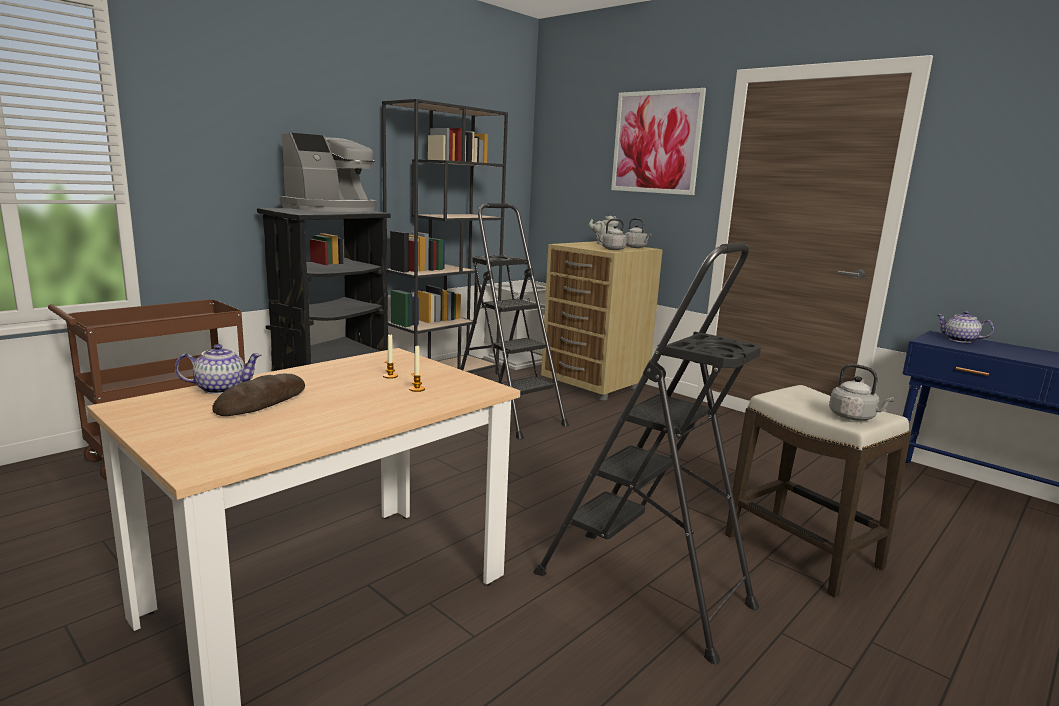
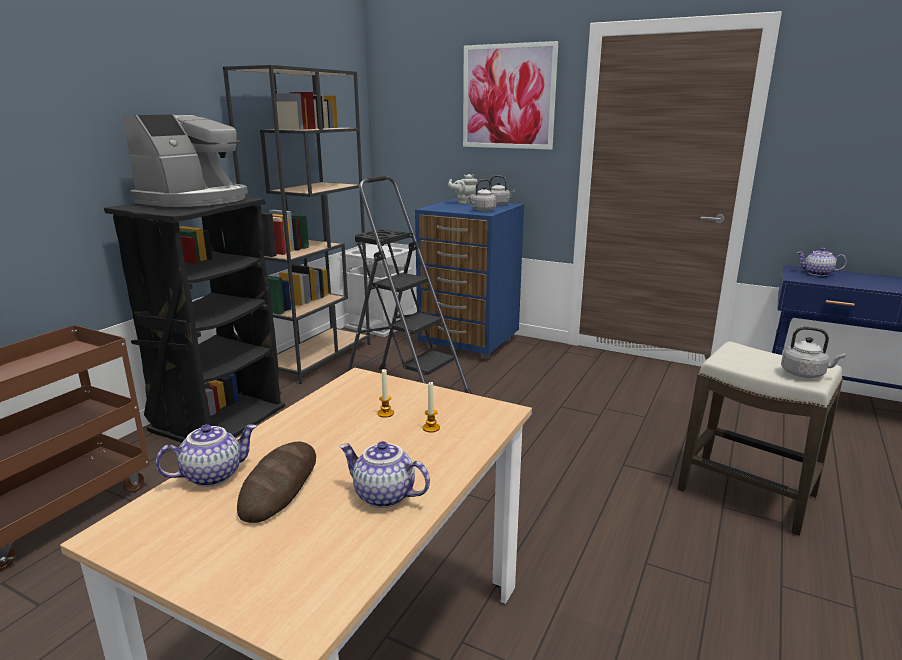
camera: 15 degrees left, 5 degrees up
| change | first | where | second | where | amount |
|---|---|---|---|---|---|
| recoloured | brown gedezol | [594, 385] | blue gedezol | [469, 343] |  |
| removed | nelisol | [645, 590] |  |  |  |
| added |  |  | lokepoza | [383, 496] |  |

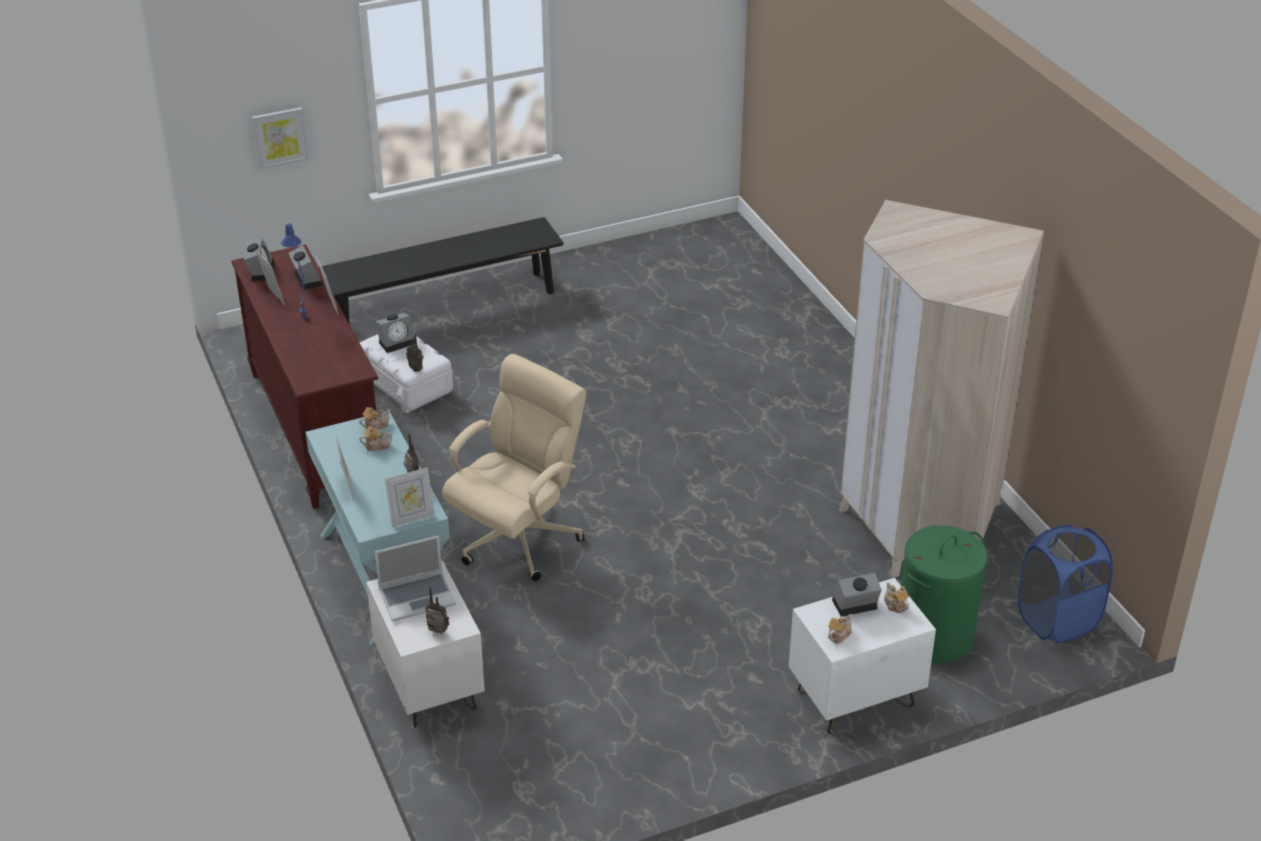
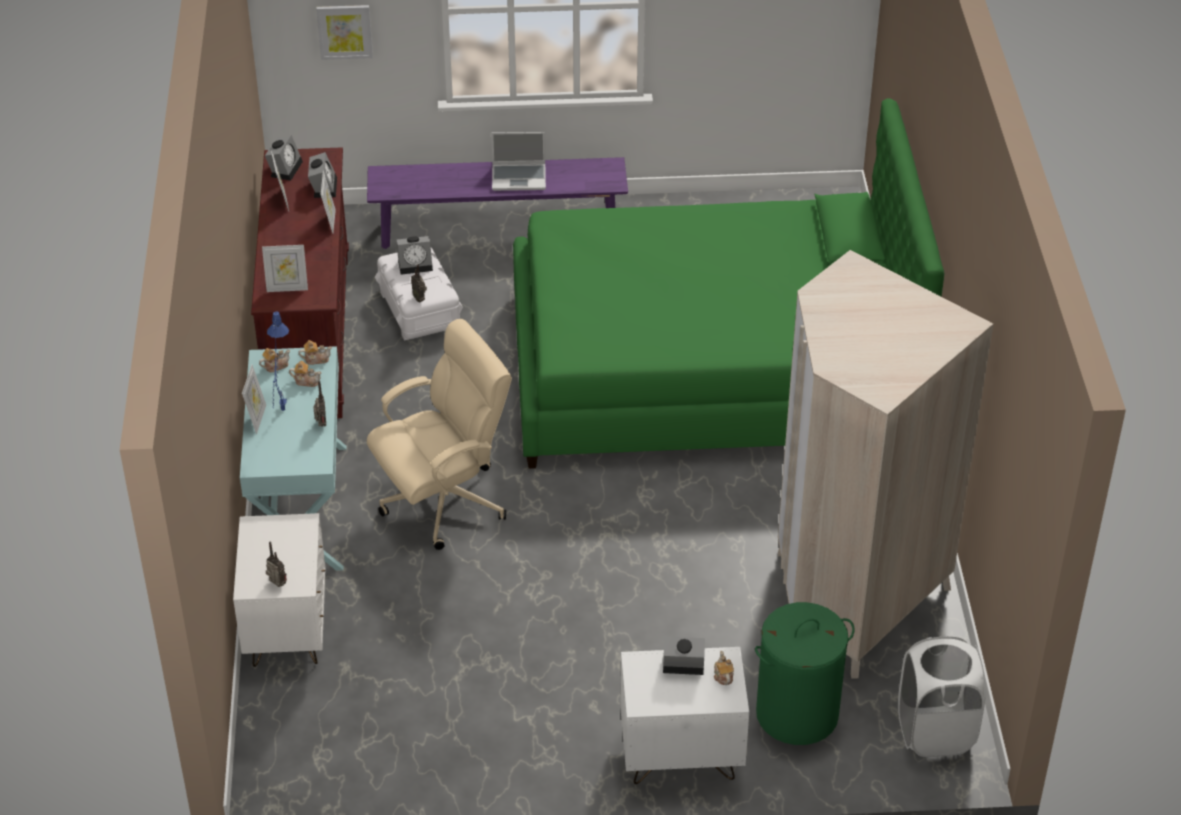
camera: 20 degrees right, 5 degrees up
| change | first | where | second | where | amount |
|---|---|---|---|---|---|
| recoloured | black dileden | [444, 306] | purple dileden | [499, 230] |  |
| moved | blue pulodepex | [305, 321] |  | [282, 414] |  |
| moved | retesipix | [411, 518] |  | [287, 288] |  |
| recoloured | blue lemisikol | [1057, 620] | white lemisikol | [935, 732] |  |
| moved | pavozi | [418, 597] |  | [519, 178] |  |
| moved | lokepoza | [838, 635] |  | [275, 366] |  |
| added |  |  | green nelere | [711, 370] |  |

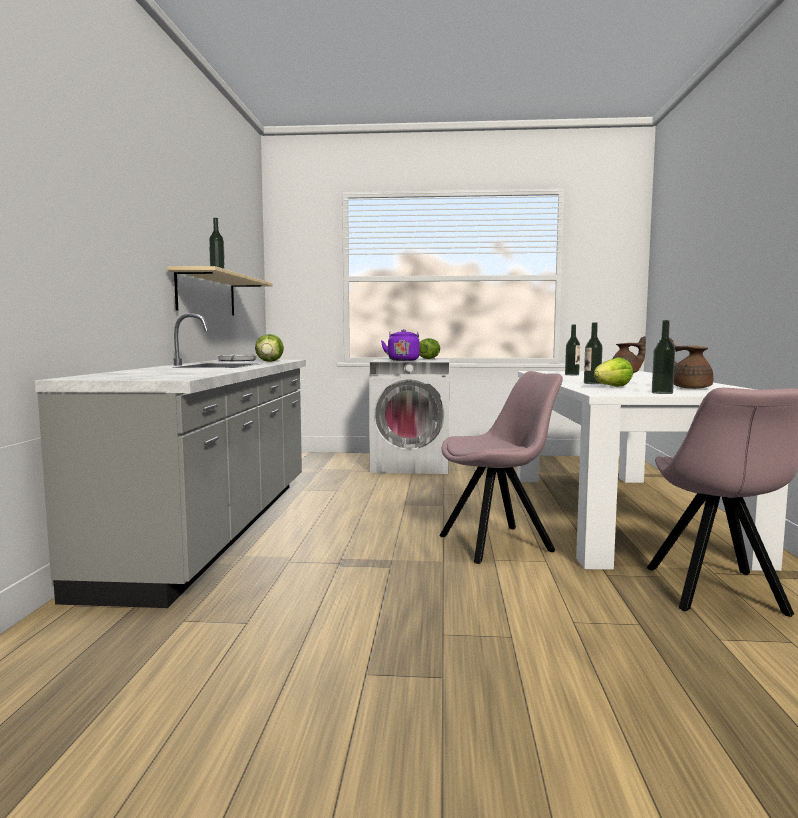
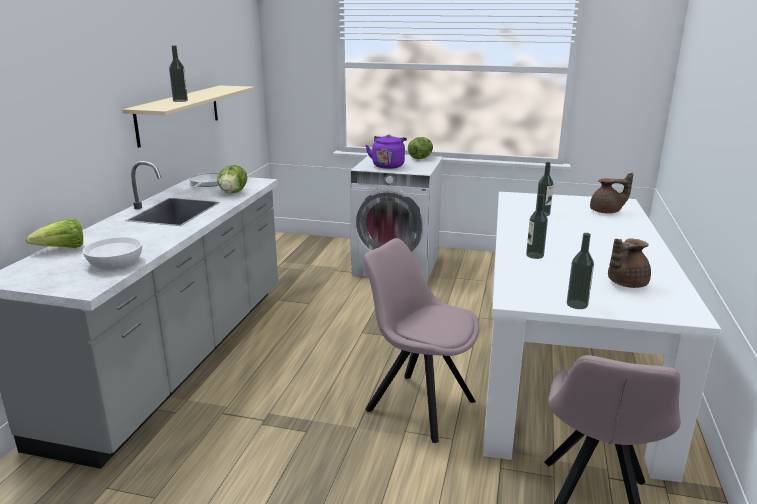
camera: 10 degrees right, 15 degrees up
| change | first | where | second | where | amount |
|---|---|---|---|---|---|
| turned | brown lokepoza | [689, 388] |  | [625, 283] | 90 degrees counterclockwise |
| moved | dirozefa | [611, 387] |  | [62, 249] |  |
| turned | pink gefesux | [497, 544] |  | [419, 405] | 135 degrees counterclockwise |
| added |  |  | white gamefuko | [116, 262] |  |

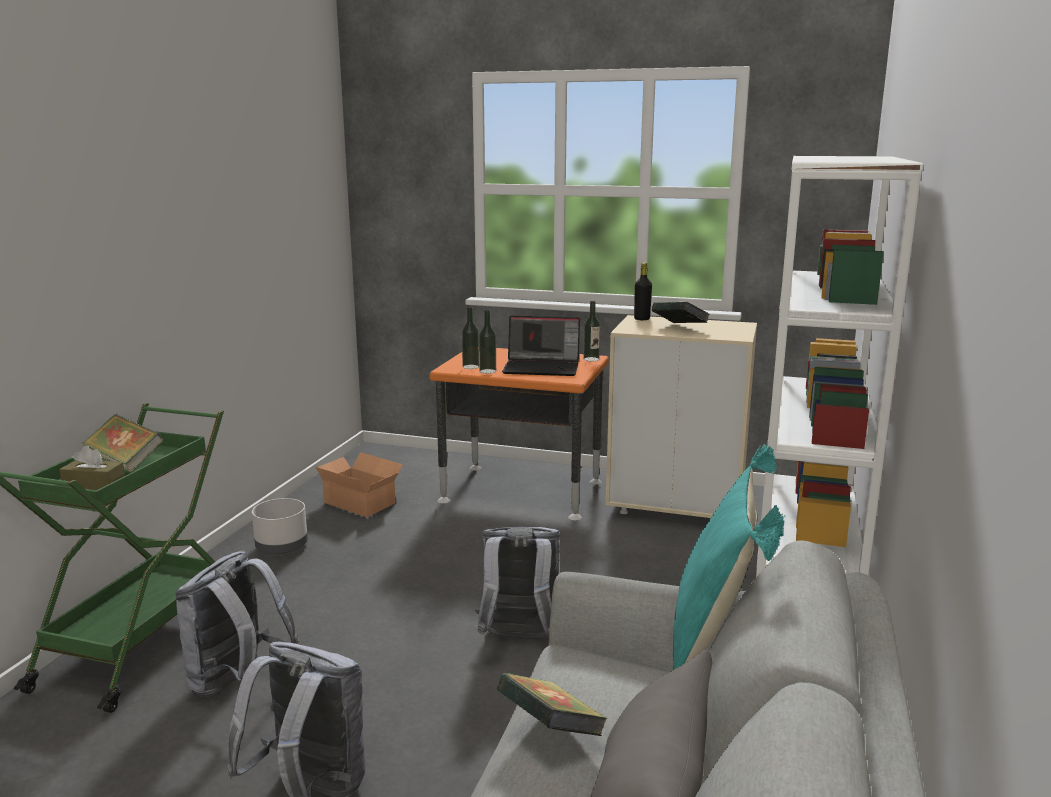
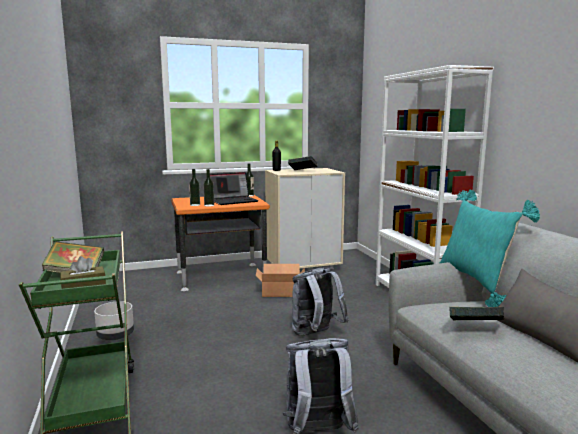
camera: 35 degrees left, 5 degrees down
| change | first | where | second | where | amount |
|---|---|---|---|---|---|
| moved | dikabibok | [360, 501] |  | [280, 291] |  |
| removed | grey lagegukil | [237, 682] |  |  |  |

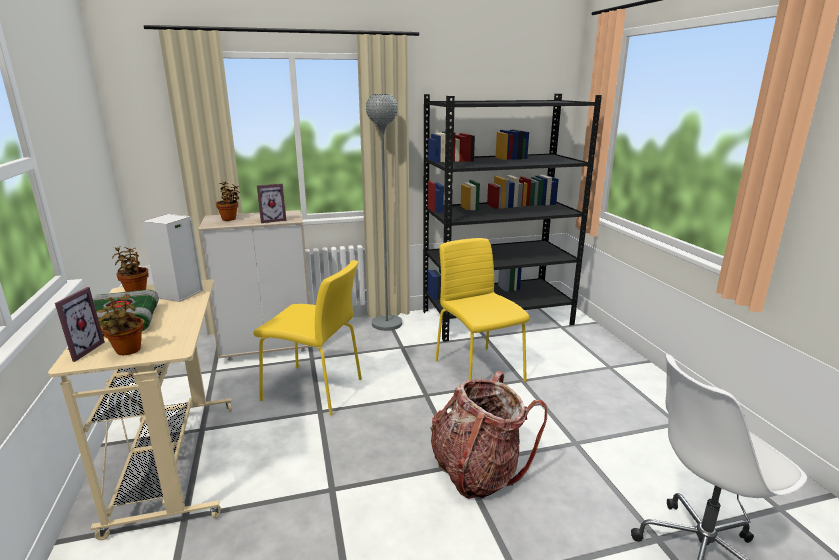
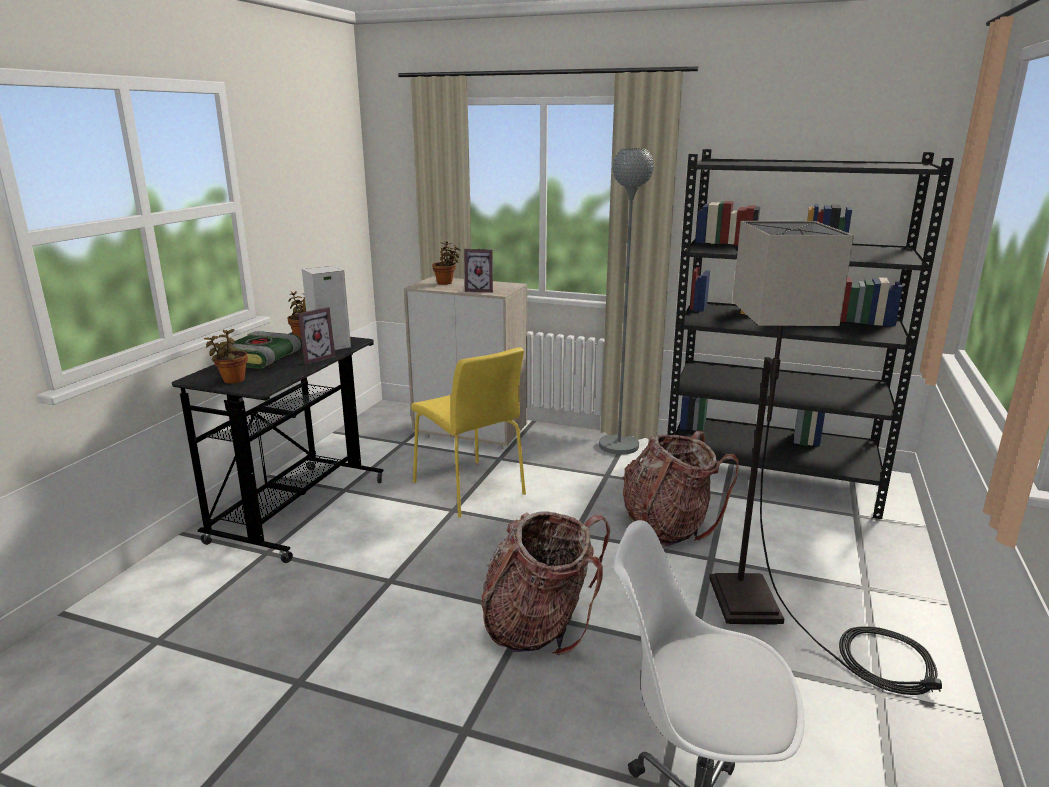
camera: 35 degrees right, 0 degrees up
| change | first | where | second | where | amount |
|---|---|---|---|---|---|
| replaced | yellow gefesux | [476, 369] | lagegukil | [668, 527] |  |
| recoloured | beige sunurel | [175, 464] | black sunurel | [299, 510] |  |
| moved | retesipix | [79, 351] |  | [315, 358] |  |
| added |  |  | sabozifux | [817, 633] |  |

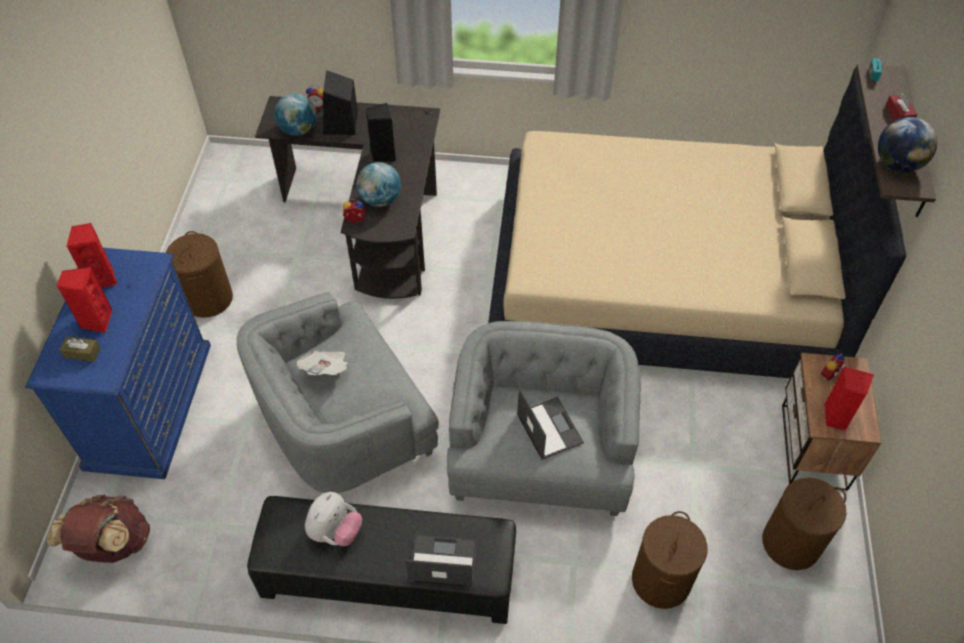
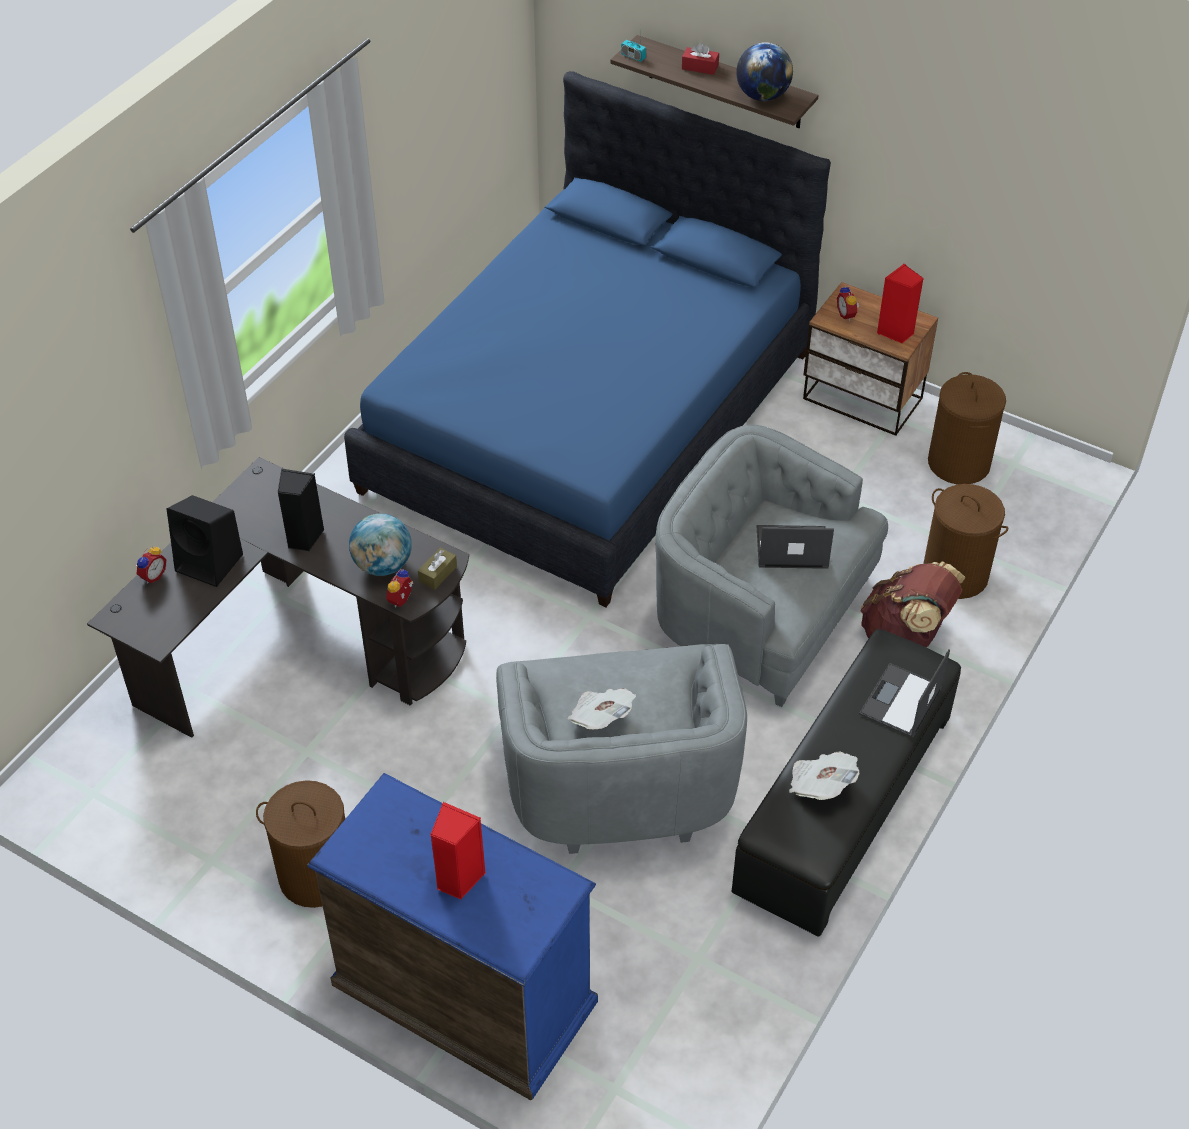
camera: 65 degrees left, 5 degrees down
| change | first | where | second | where | amount |
|---|---|---|---|---|---|
| recoloured | beige nelere | [661, 284] | blue nelere | [590, 421] |  |
| removed | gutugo | [298, 130] |  |  |  |
| removed | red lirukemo | [103, 278] |  |  |  |
| moved | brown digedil | [82, 353] |  | [438, 574] |  |
| replaced | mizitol | [335, 531] | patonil | [820, 785] |  |
| moved | brown lagegukil | [113, 545] |  | [905, 637] |  |

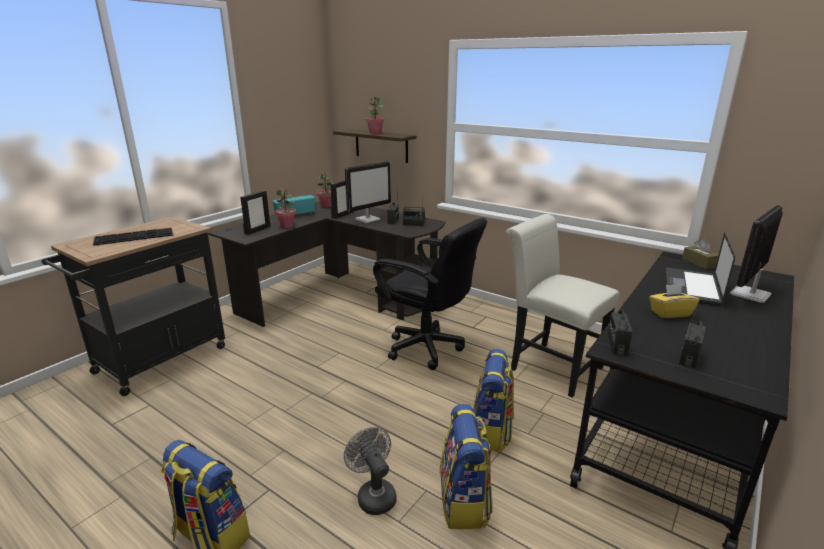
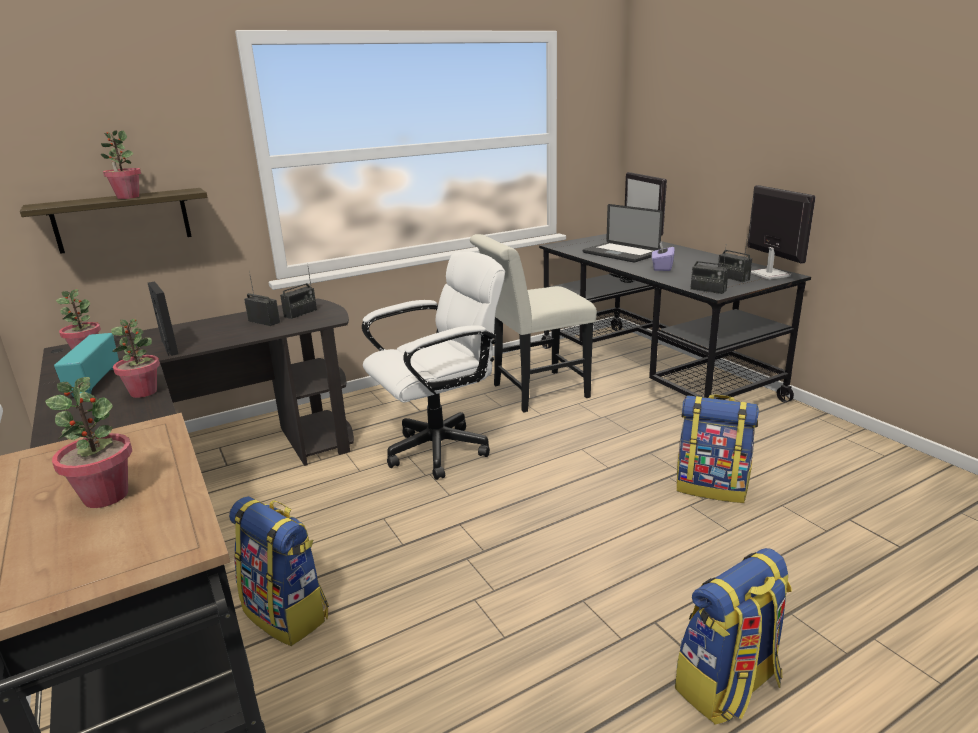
camera: 65 degrees left, 0 degrees up
| change | first | where | second | where | amount |
|---|---|---|---|---|---|
| moved | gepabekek | [368, 219] |  | [769, 274] |  |
| removed | retesipix | [257, 230] |  |  |  |
| recoloured | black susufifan | [429, 350] | white susufifan | [442, 449] |  |
| replaced | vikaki | [135, 236] | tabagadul | [106, 496] |  |
| removed | brown digedil | [699, 263] |  |  |  |
| recoloured | yellow digedil | [670, 313] | purple digedil | [662, 267] |  |
| moved | lagegukil | [491, 432] |  | [288, 614] |  |
| removed | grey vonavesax | [373, 495] |  |  |  |

